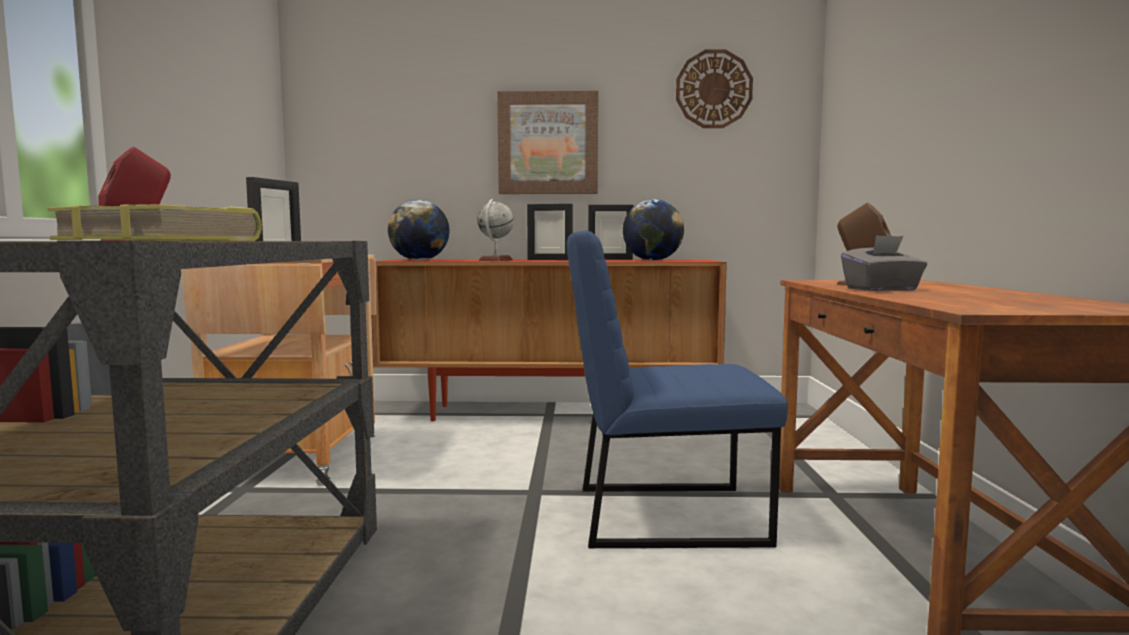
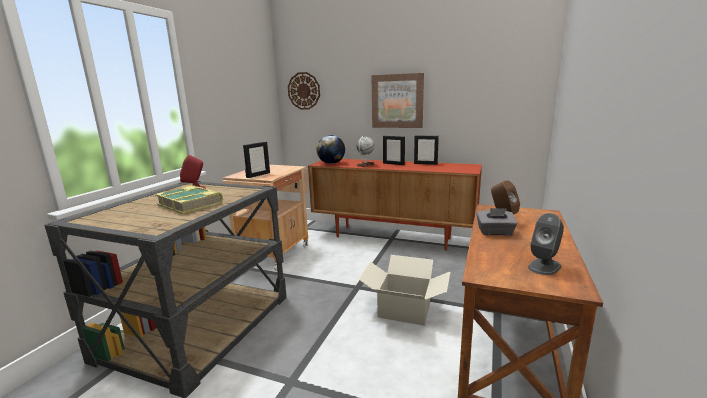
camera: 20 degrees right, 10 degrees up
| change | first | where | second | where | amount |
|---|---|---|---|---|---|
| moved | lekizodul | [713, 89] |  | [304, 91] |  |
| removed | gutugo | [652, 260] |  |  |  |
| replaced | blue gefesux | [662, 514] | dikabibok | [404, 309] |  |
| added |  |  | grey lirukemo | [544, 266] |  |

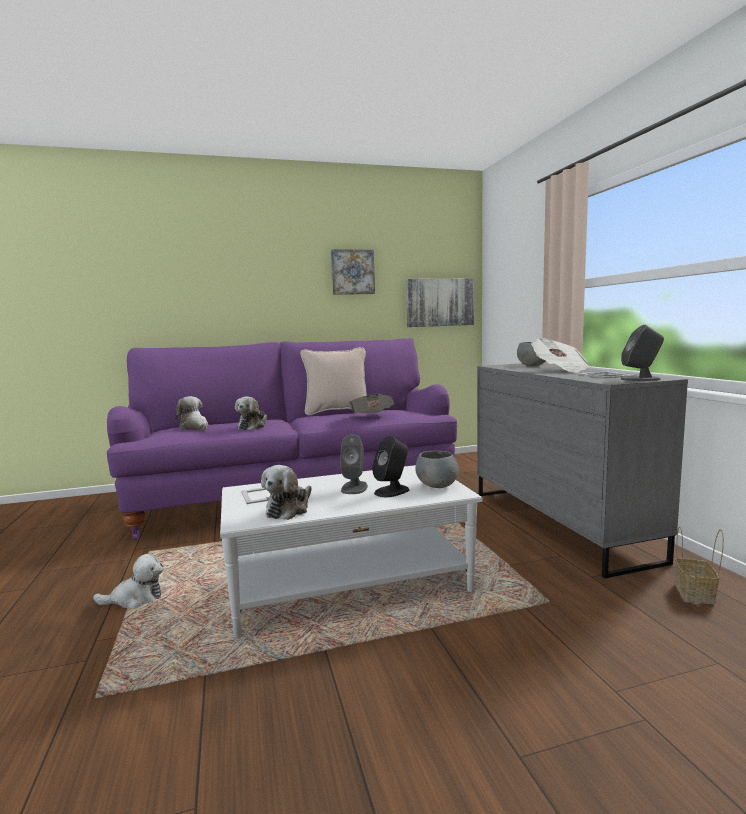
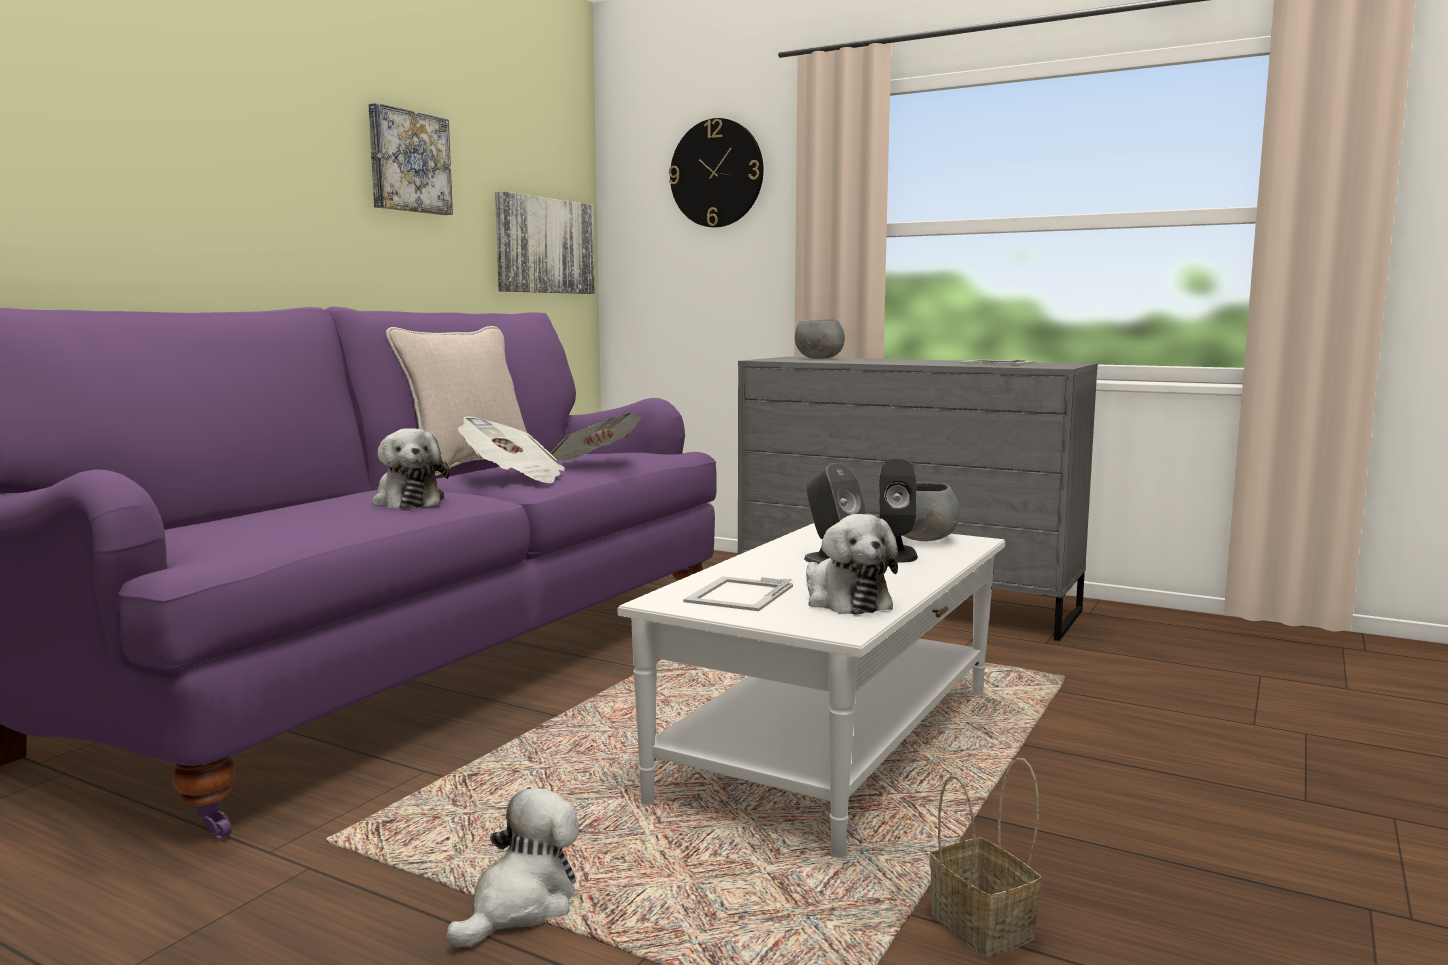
camera: 45 degrees left, 0 degrees up
| change | first | where | second | where | amount |
|---|---|---|---|---|---|
| removed | grey lirukemo | [640, 379] |  |  |  |
| moved | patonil | [560, 370] |  | [514, 478] |  |
| removed | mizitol | [194, 427] |  |  |  |
| moved | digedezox | [695, 594] |  | [985, 927] |  |
| added |  |  | lekizodul | [716, 173] |  |

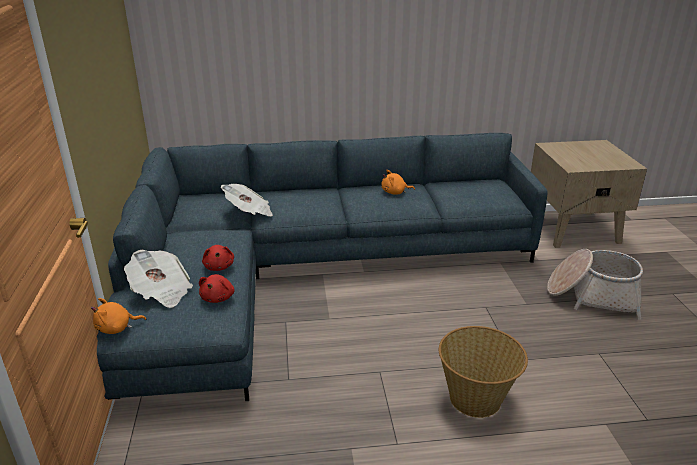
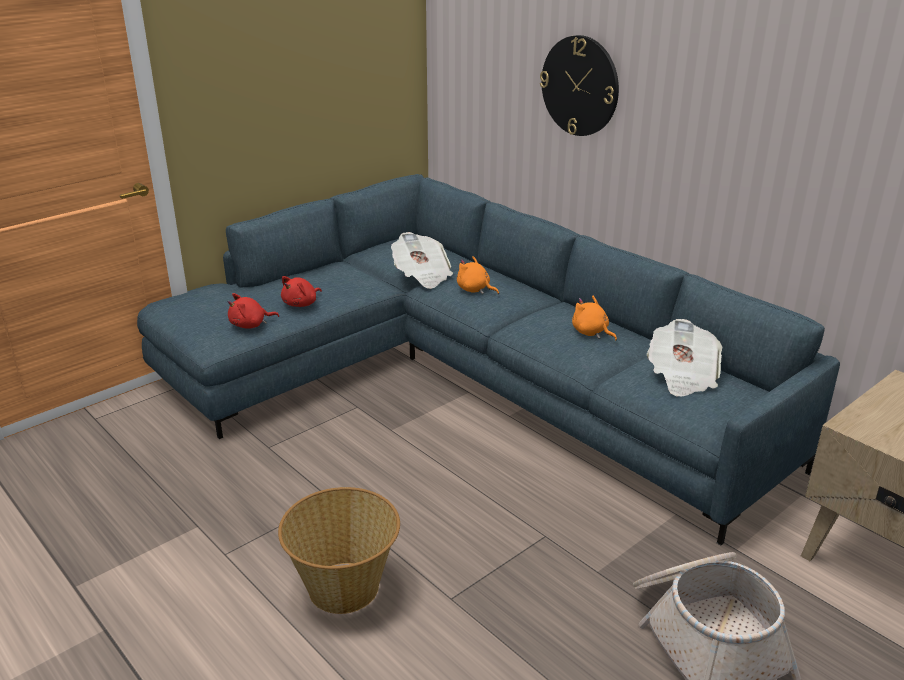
camera: 55 degrees right, 0 degrees up
| change | first | where | second | where | amount |
|---|---|---|---|---|---|
| moved | patonil | [161, 292] |  | [682, 376] |  |
| moved | orange mizitol | [116, 328] |  | [475, 290] |  |
| added |  |  | lekizodul | [580, 86] |  |

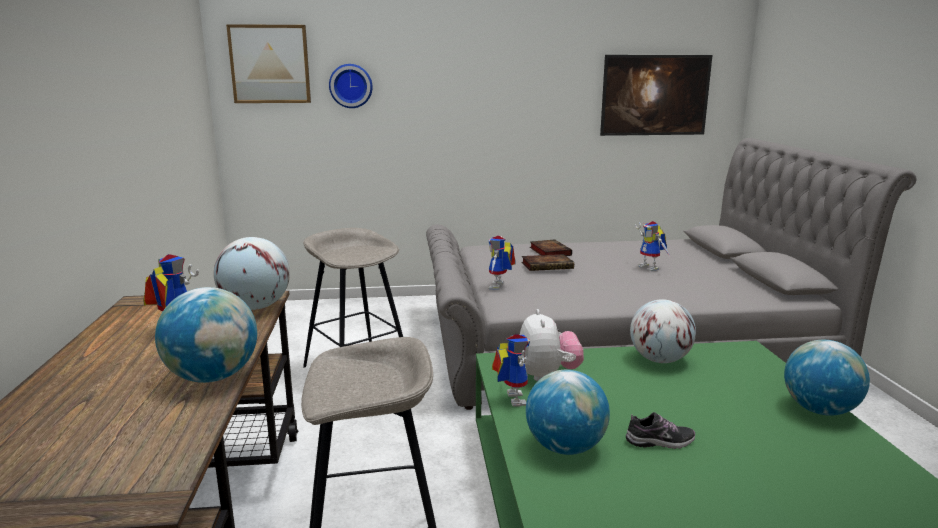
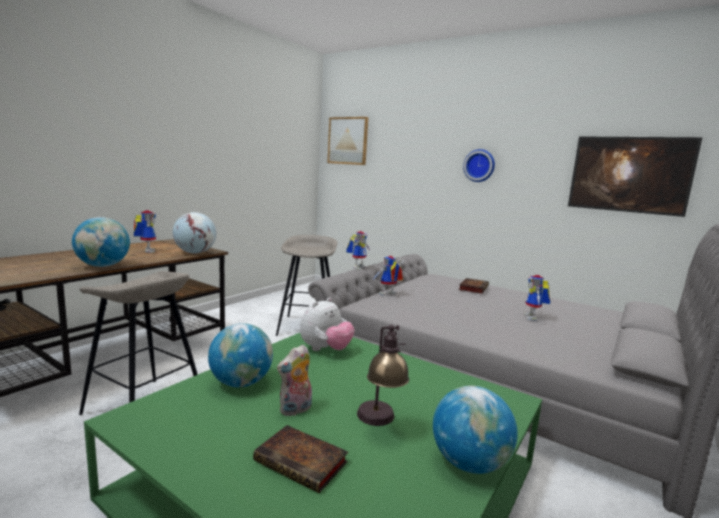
camera: 40 degrees right, 5 degrees down
| change | first | where | second | where | amount |
|---|---|---|---|---|---|
| moved | lekizodul | [351, 86] |  | [479, 165] |  |
| moved | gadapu | [548, 265] |  | [303, 462] |  |
| removed | gutugo | [659, 360] |  |  |  |
| moved | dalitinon | [510, 398] |  | [358, 267] |  |
| replaced | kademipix | [660, 441] | mizitol | [296, 410] |  |
| added |  |  | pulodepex | [379, 423] |  |

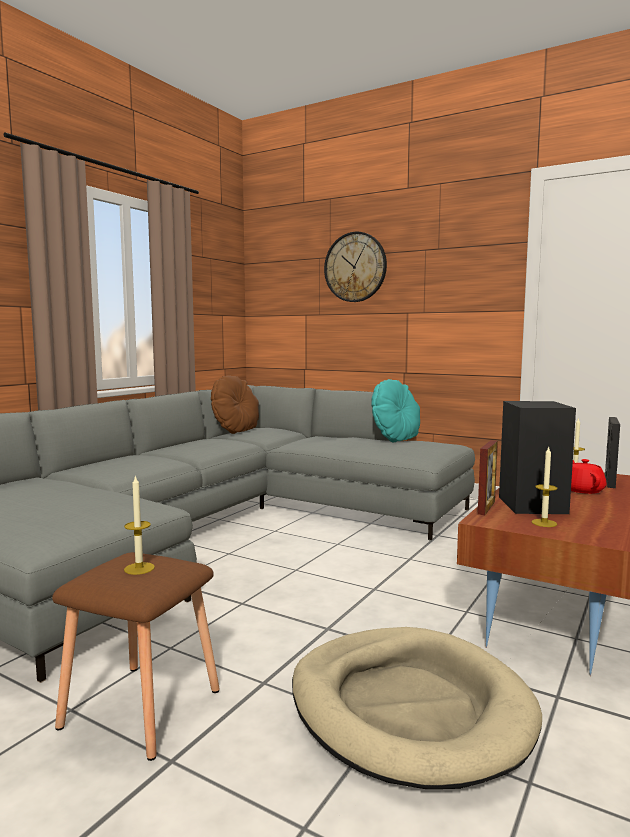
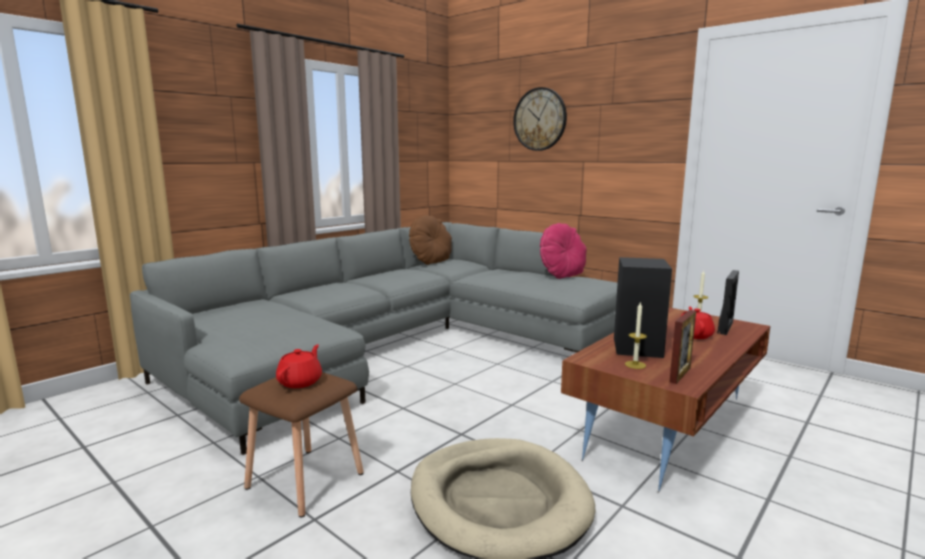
camera: 10 degrees right, 5 degrees up
| change | first | where | second | where | amount |
|---|---|---|---|---|---|
| recoloured | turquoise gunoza | [395, 440] | pink gunoza | [562, 276] |  |
| moved | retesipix | [486, 508] |  | [680, 375] |  |
| replaced | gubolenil | [139, 568] | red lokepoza | [300, 382] |  |

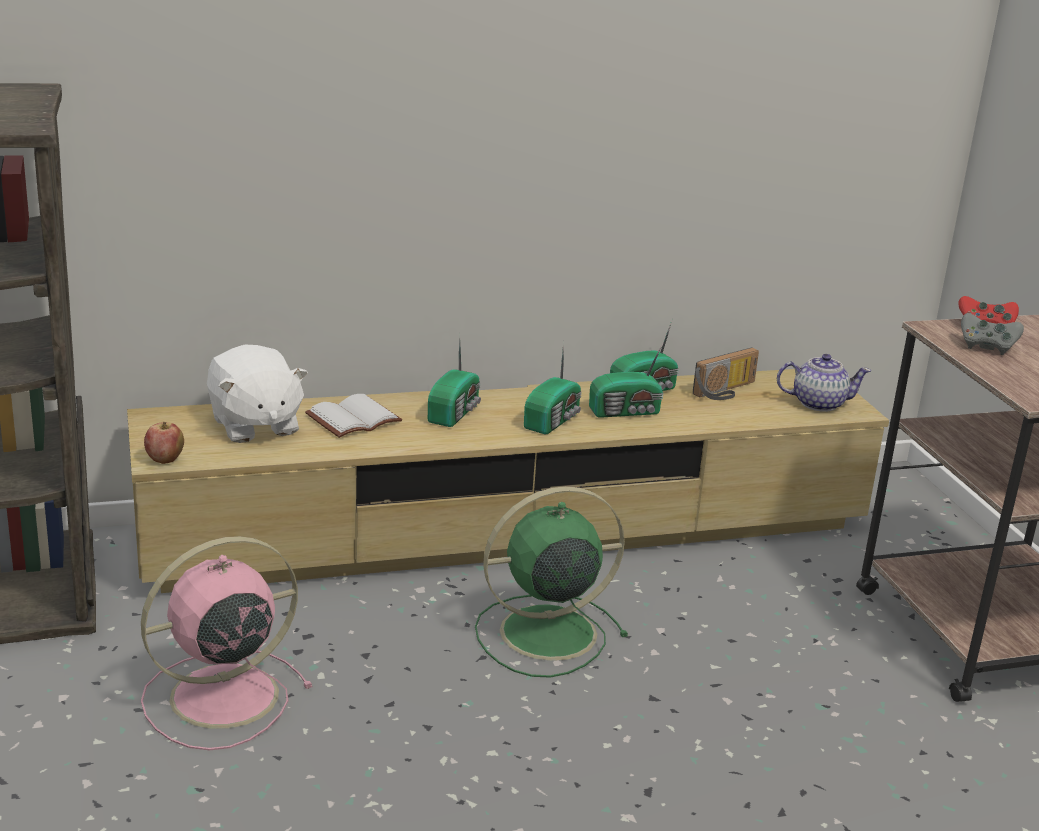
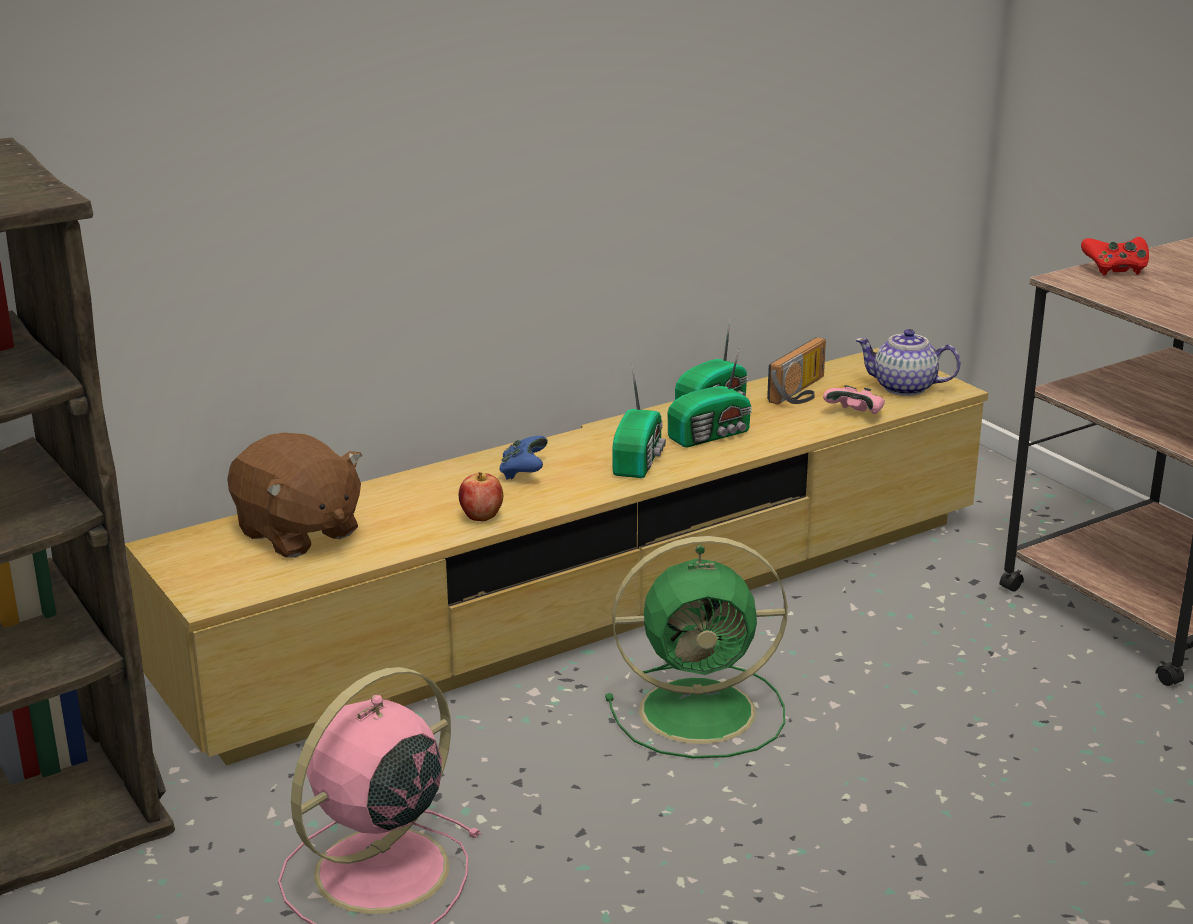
camera: 15 degrees left, 0 degrees up
| change | first | where | second | where | amount |
|---|---|---|---|---|---|
| removed | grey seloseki | [986, 347] |  |  |  |
| replaced | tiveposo | [455, 412] | blue seloseki | [523, 472] |  |
| recoloured | white mizitol | [254, 425] | brown mizitol | [298, 533] |  |
| turned | lokepoza | [818, 403] |  | [905, 388] | 150 degrees counterclockwise |
| removed | white gadapu | [353, 418] |  |  |  |
| moved | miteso | [165, 460] |  | [481, 517] |  |
| turned | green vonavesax | [543, 633] |  | [703, 711] | 150 degrees counterclockwise |
| added |  |  | pink seloseki | [856, 414] |  |

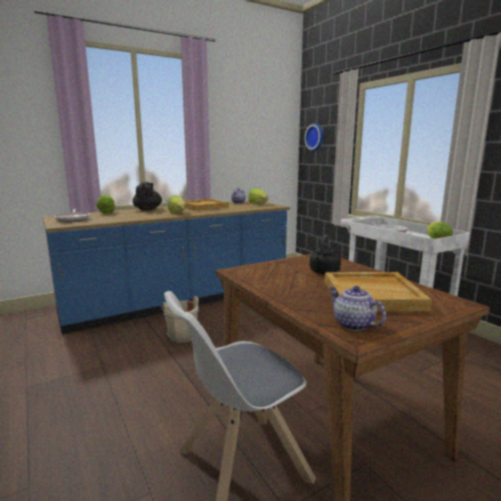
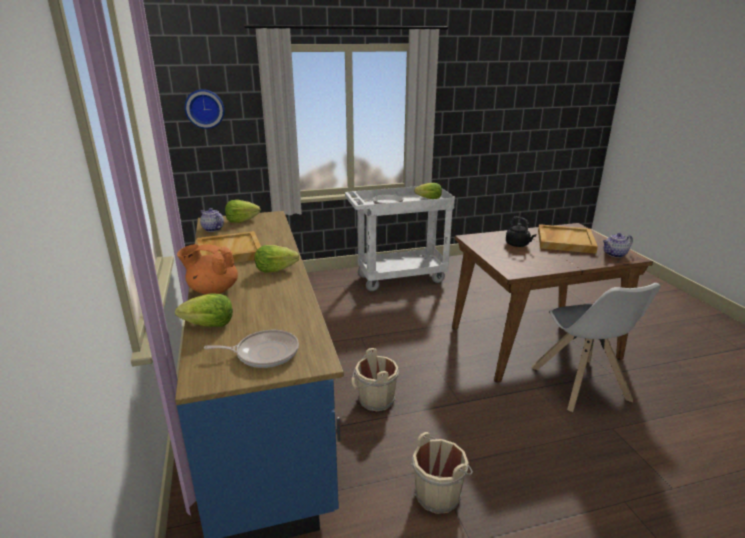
camera: 75 degrees left, 10 degrees up
| change | first | where | second | where | amount |
|---|---|---|---|---|---|
| recoloured | black lokepoza | [148, 209] | orange lokepoza | [213, 290] |  |
| added |  |  | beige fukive | [439, 493] |  |

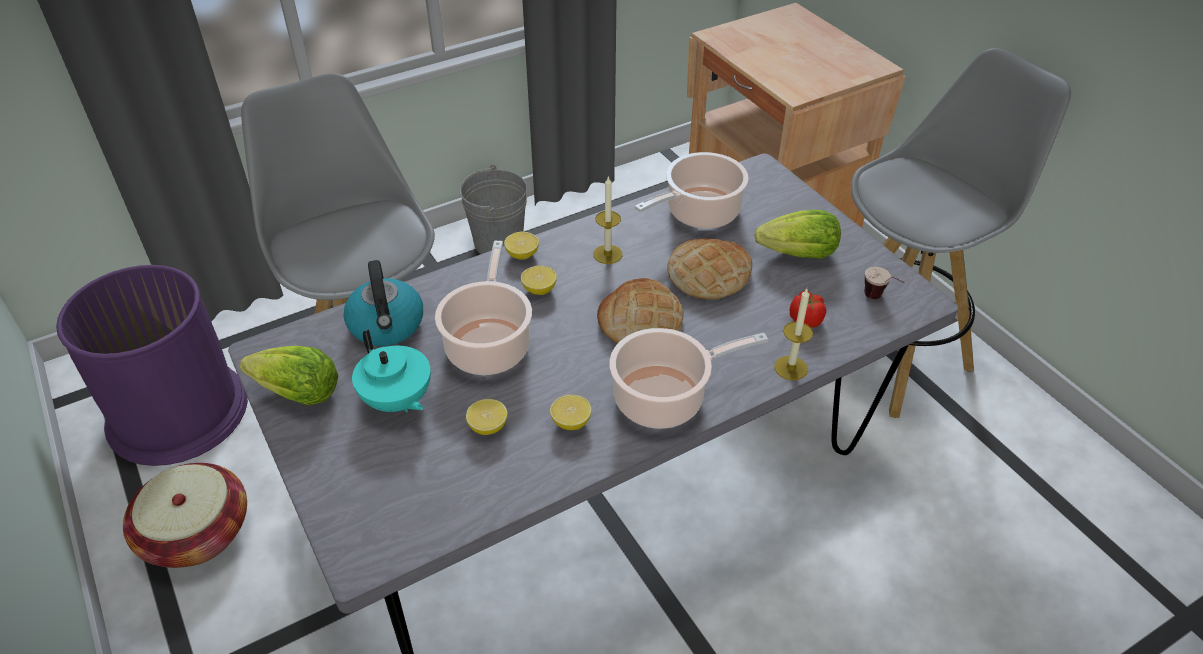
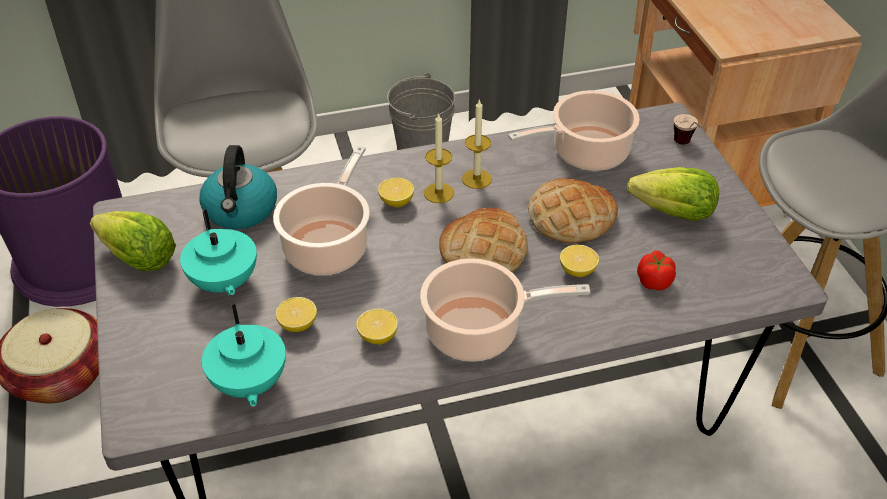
camera: 15 degrees right, 0 degrees up
| change | first | where | second | where | amount |
|---|---|---|---|---|---|
| moved | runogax | [522, 255] |  | [577, 271] |  |
| moved | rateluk | [879, 300] |  | [685, 146] |  |
| moved | gubolenil | [790, 368] |  | [438, 193] |  |
| added |  |  | turquoise lokepoza | [249, 384] |  |

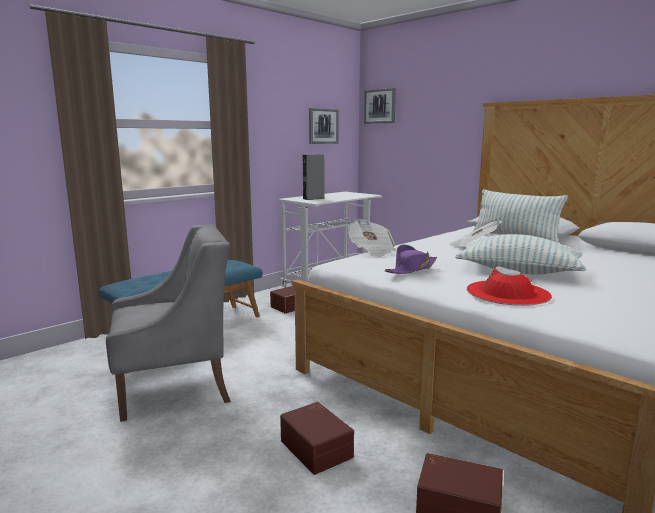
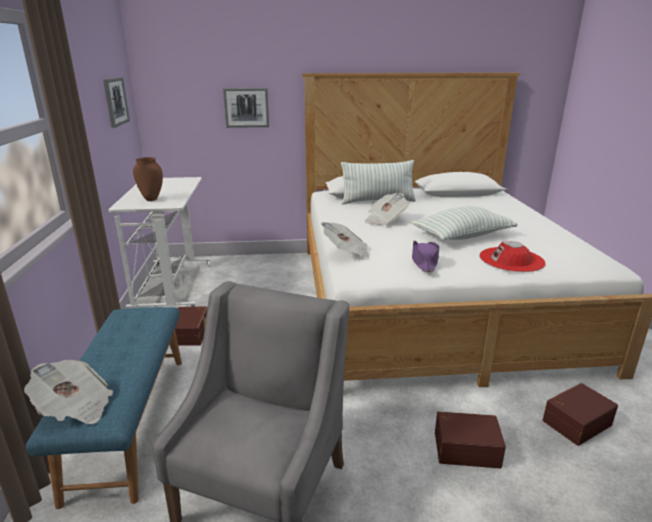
camera: 50 degrees left, 10 degrees up
| change | first | where | second | where | amount |
|---|---|---|---|---|---|
| moved | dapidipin | [380, 106] |  | [246, 107] |  |
| replaced | grey lirukemo | [313, 198] | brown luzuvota | [152, 199] |  |
| added |  |  | patonil | [75, 407] |  |

